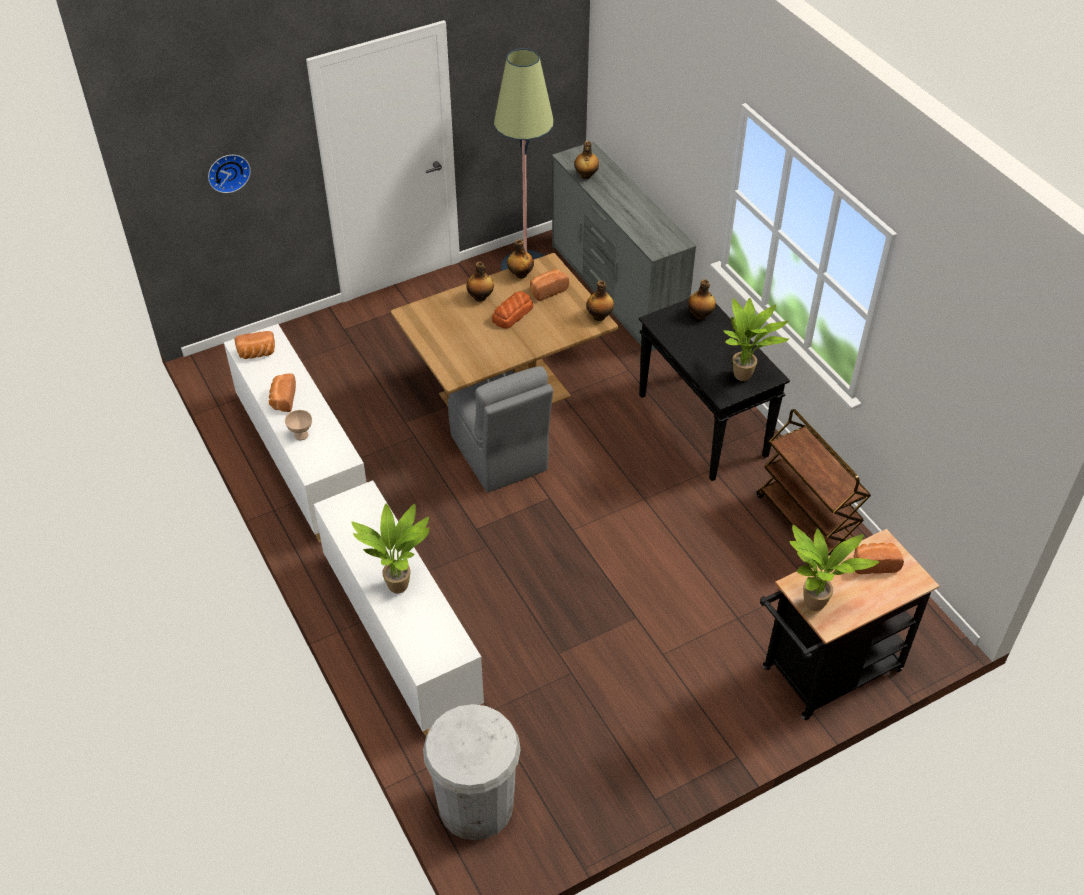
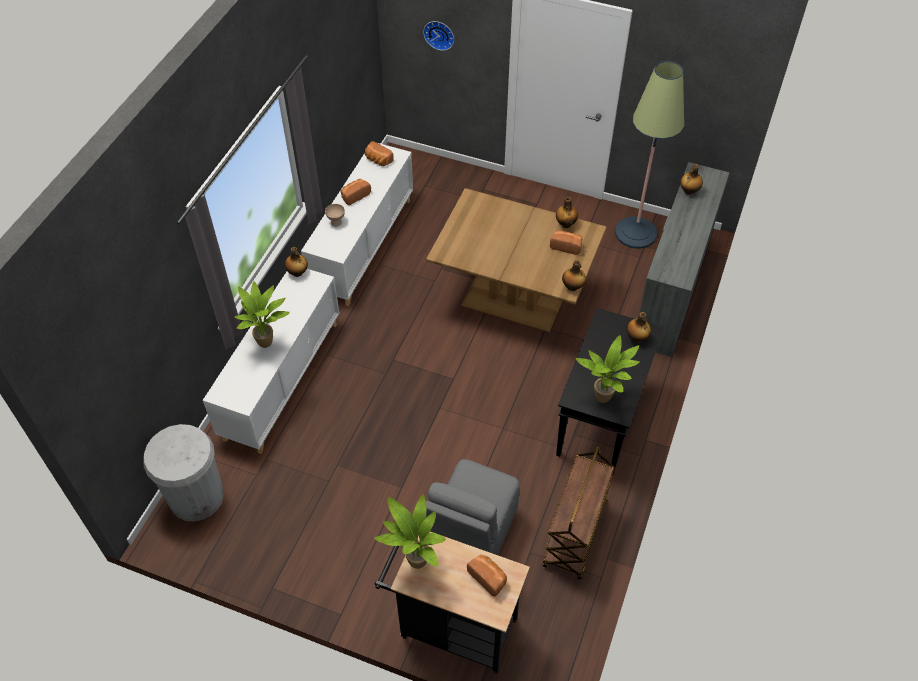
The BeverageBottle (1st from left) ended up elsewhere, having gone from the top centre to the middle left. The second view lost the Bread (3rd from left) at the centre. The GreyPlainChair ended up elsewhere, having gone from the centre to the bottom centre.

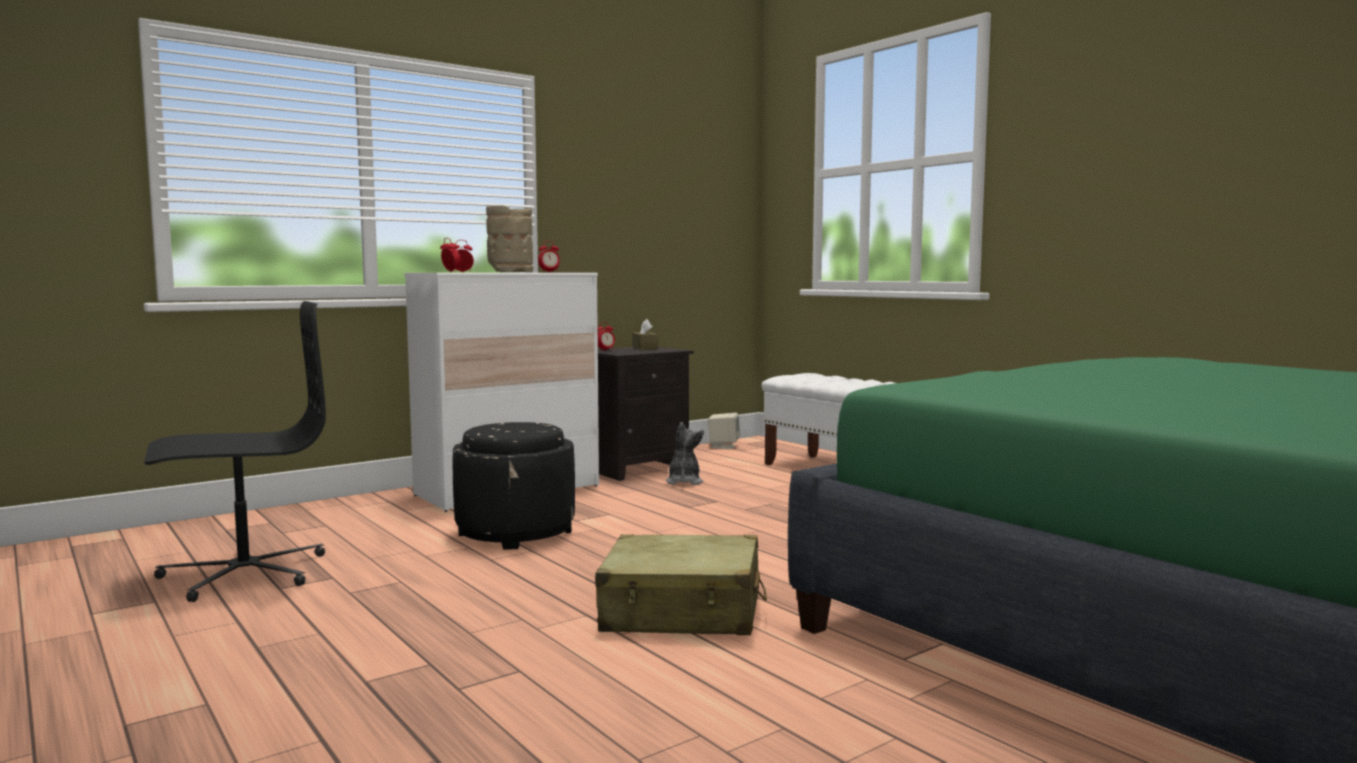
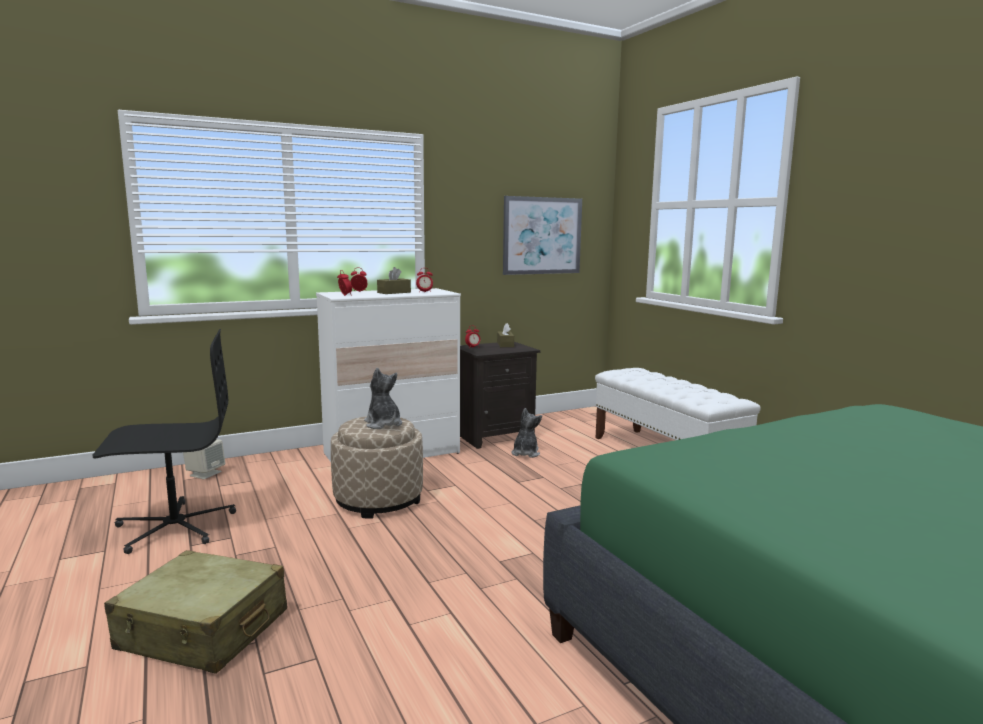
Where the BeigeFlowerVase stood at the top centre, the BrownishTissueHolder (1st from left) came to stand at the centre. The BeigeAudioSpeaker ended up elsewhere, having gone from the centre to the middle left. What was the BlackColouredOttoman at the centre turned into the BeigeOttoman at the centre. The BeigeTravelCase ended up elsewhere, having gone from the bottom centre to the bottom left. The second view gained the WallPicture at the top centre. The second view gained the CuddlyToy (1st from left) at the centre.

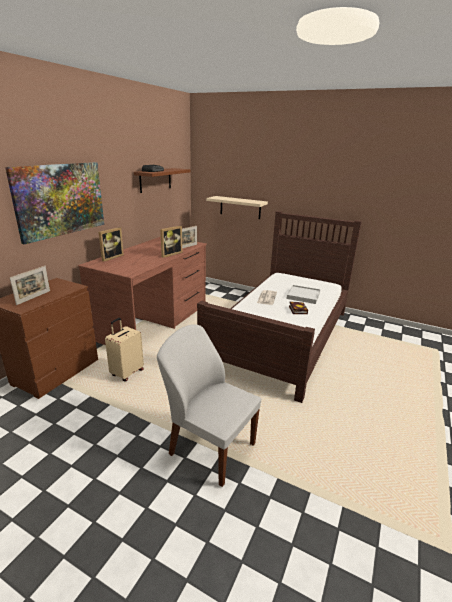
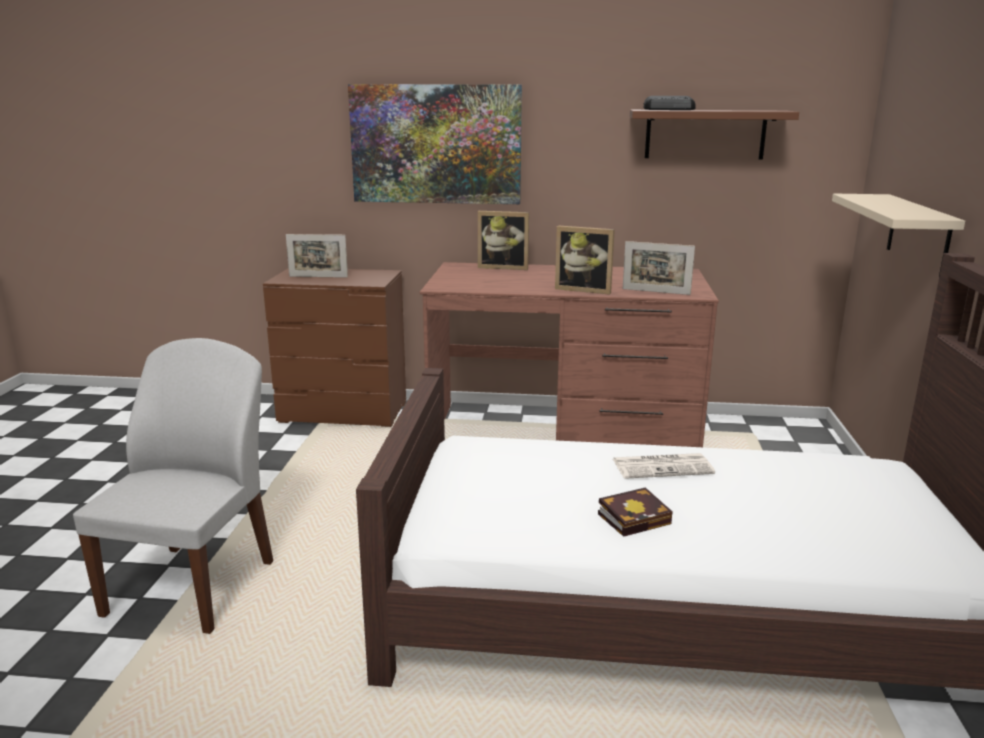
The second view lost the WhitishTray at the middle right. The second view lost the BeigeTravelCase at the middle left.

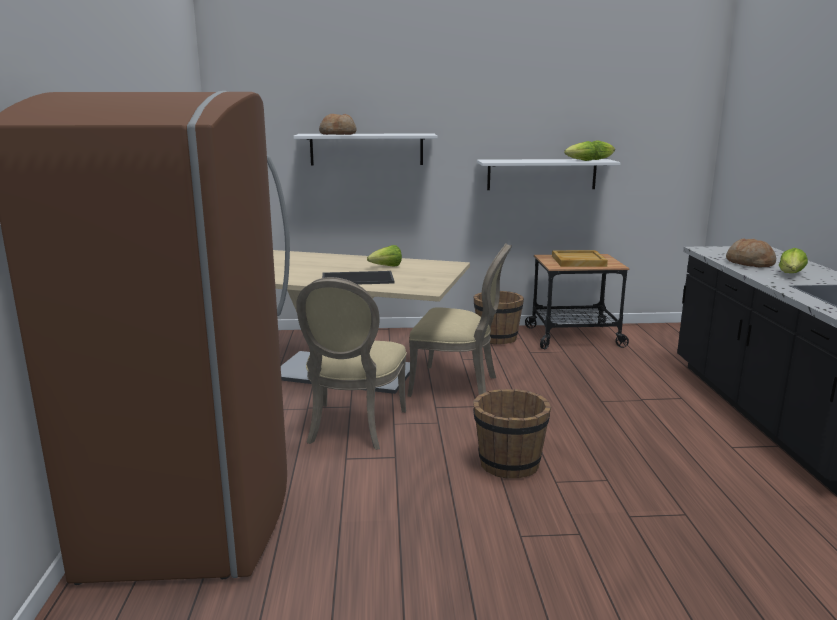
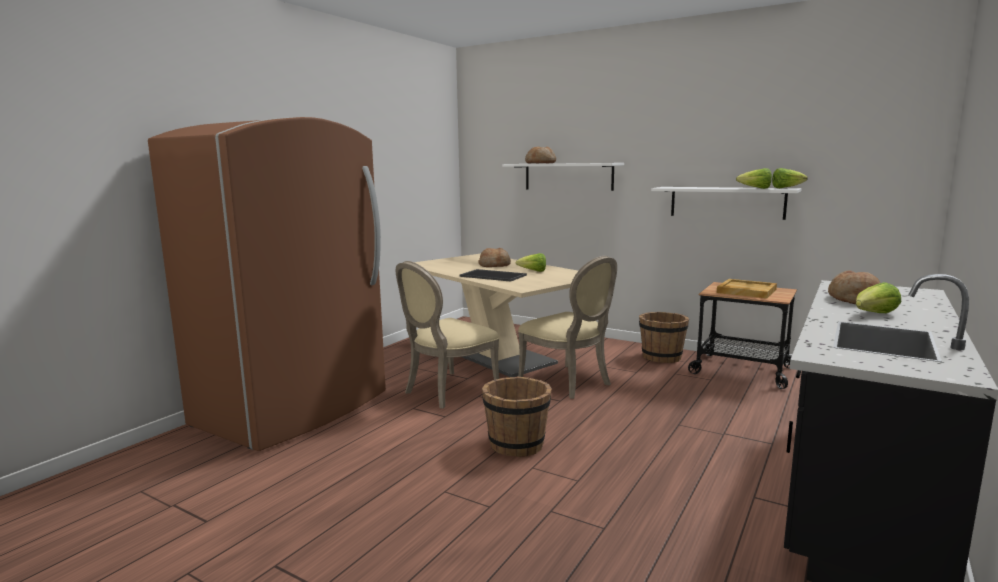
The second view gained the Bread (1st from left) at the centre.

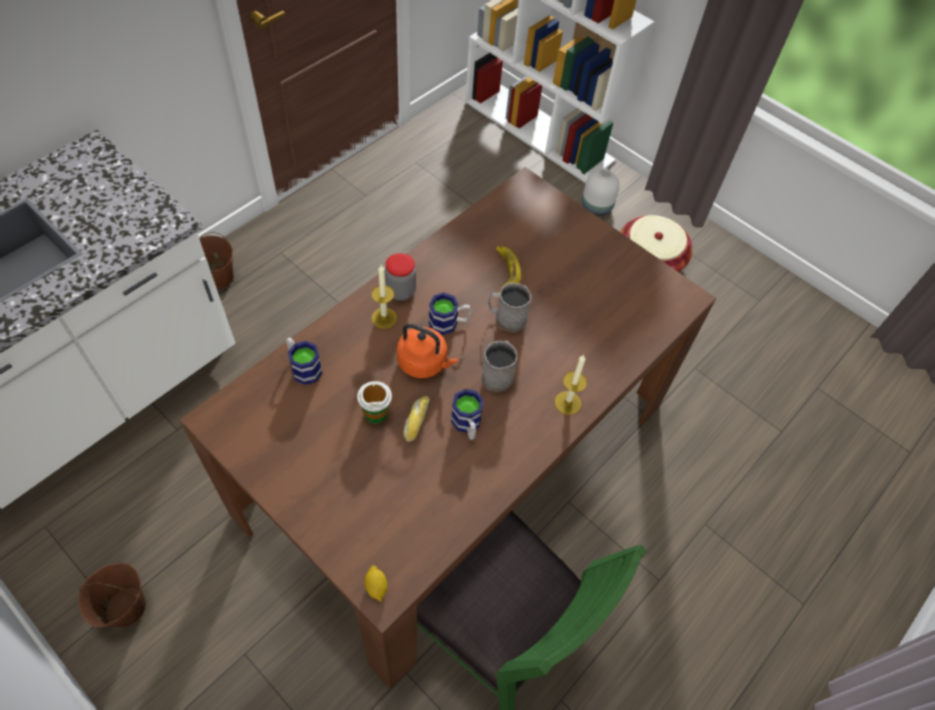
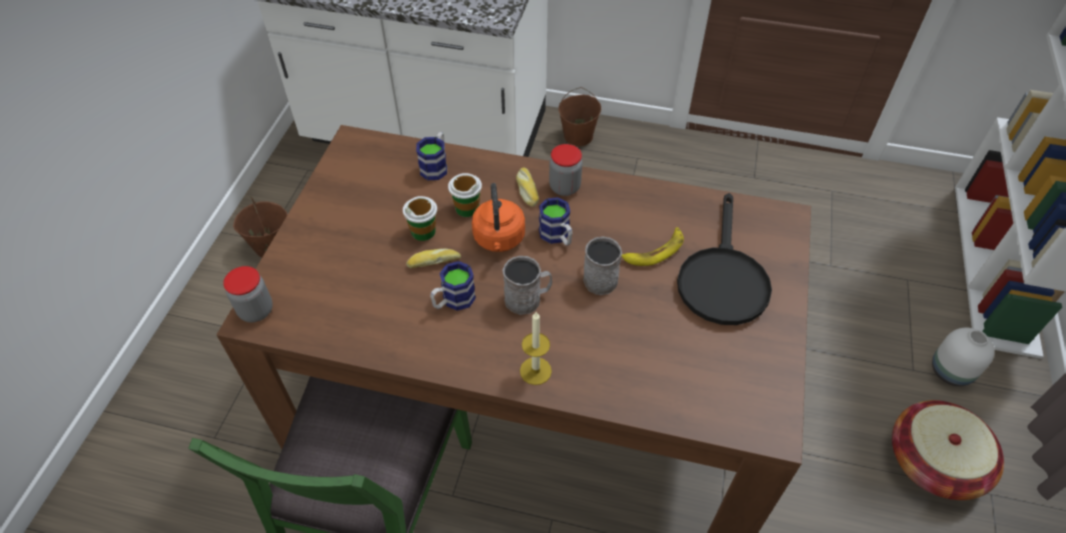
Where the WaxLight (1st from left) stood at the centre, the Bread (2nd from left) came to stand at the centre. Where the WholeLemon stood at the bottom centre, the StorageJar (1st from left) came to stand at the middle left. The second view gained the Cup (2nd from left) at the centre. The second view gained the BlackColouredPan at the middle right.

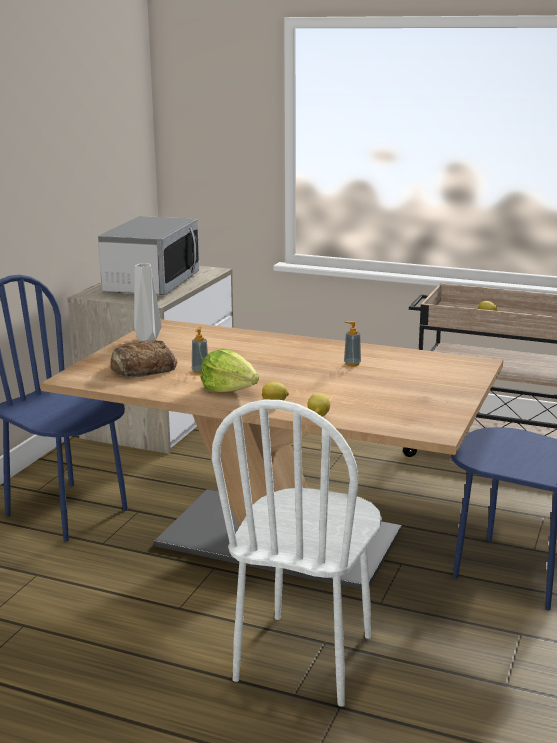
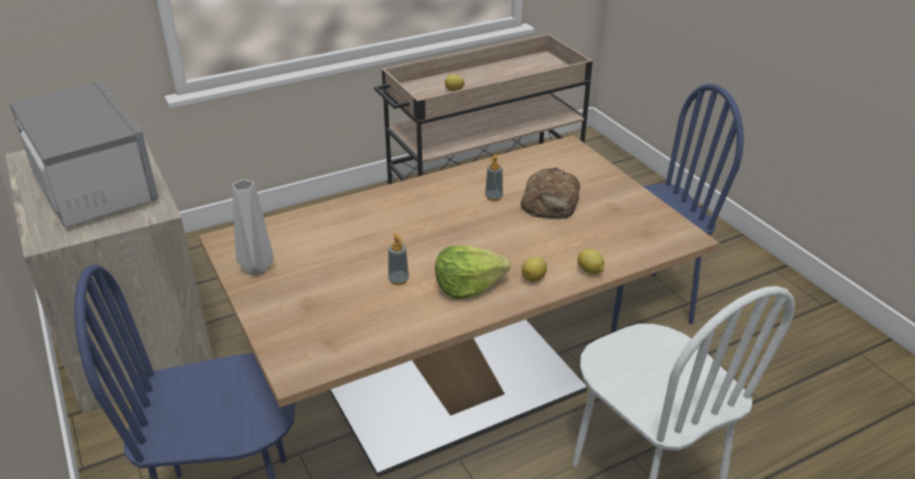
The Bread ended up elsewhere, having gone from the middle left to the centre.

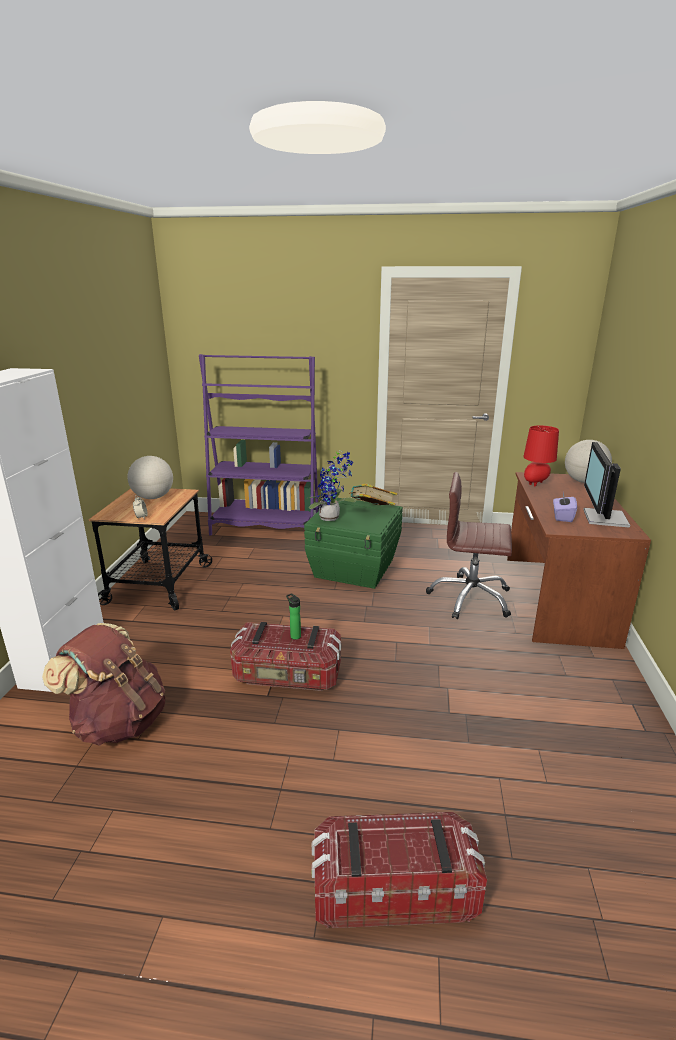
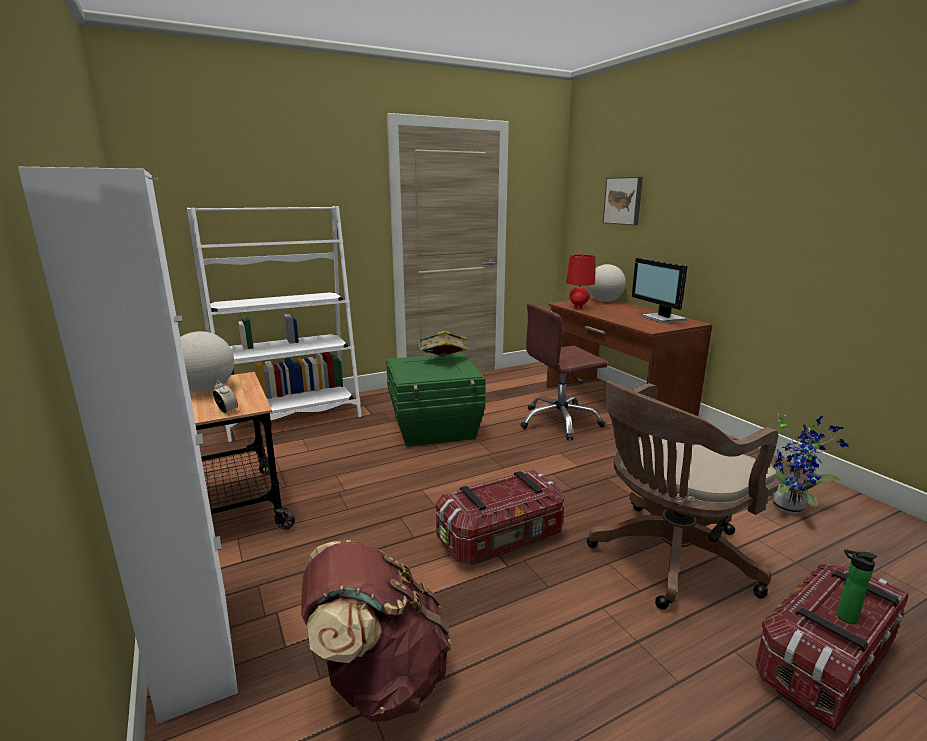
What was the PurplishShelvingUnit at the centre turned into the WhitishShelvingUnit at the middle left. The PottedPlant ended up elsewhere, having gone from the centre to the middle right. The second view lost the PurplishTissueHolder at the middle right. The BeverageBottle ended up elsewhere, having gone from the centre to the bottom right. The second view gained the WallPicture at the top right. The second view gained the BrownishDeskChair (2nd from left) at the bottom right.

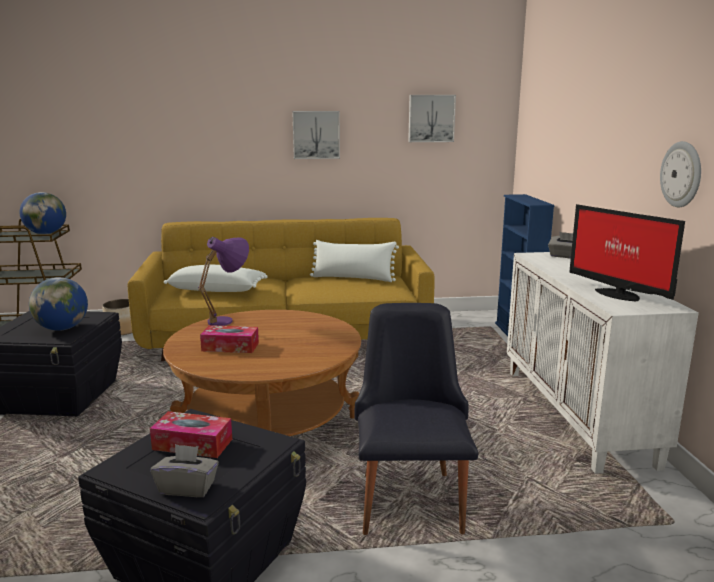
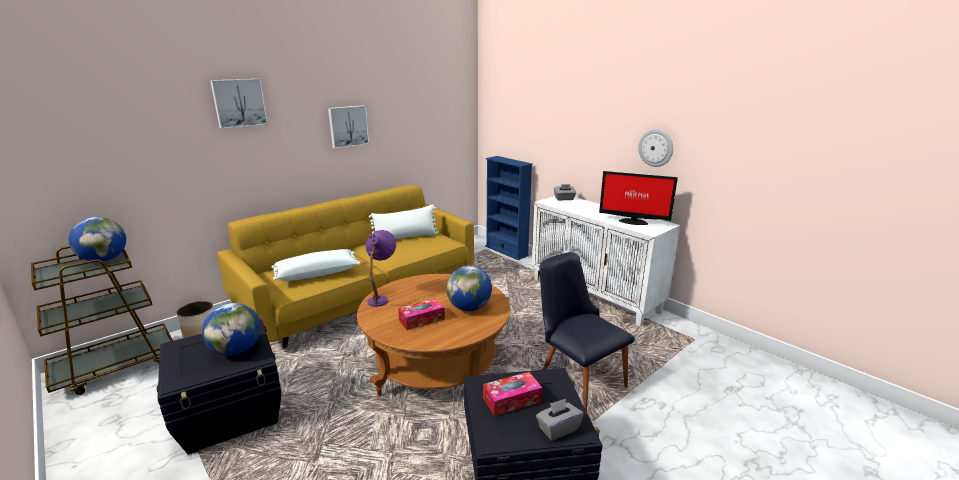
The WallPicture (2nd from left in the first image) ended up elsewhere, having gone from the top centre to the top left. The second view gained the Globe (3rd from left) at the centre.

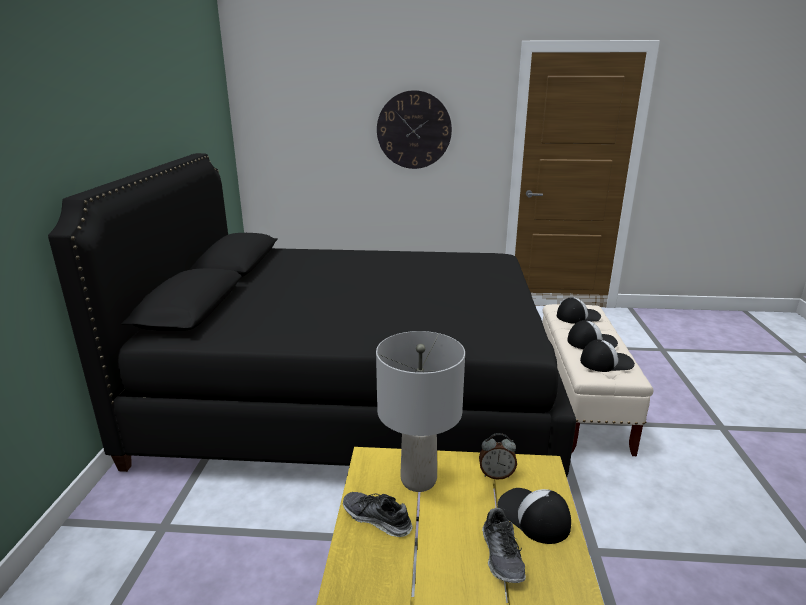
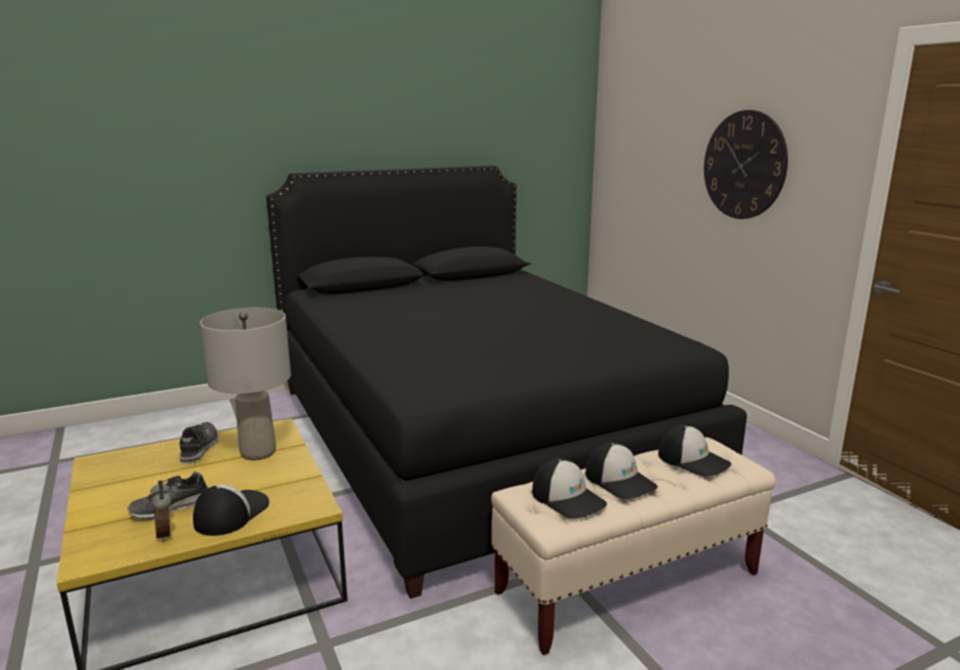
The TableClock ended up elsewhere, having gone from the bottom centre to the bottom left.

